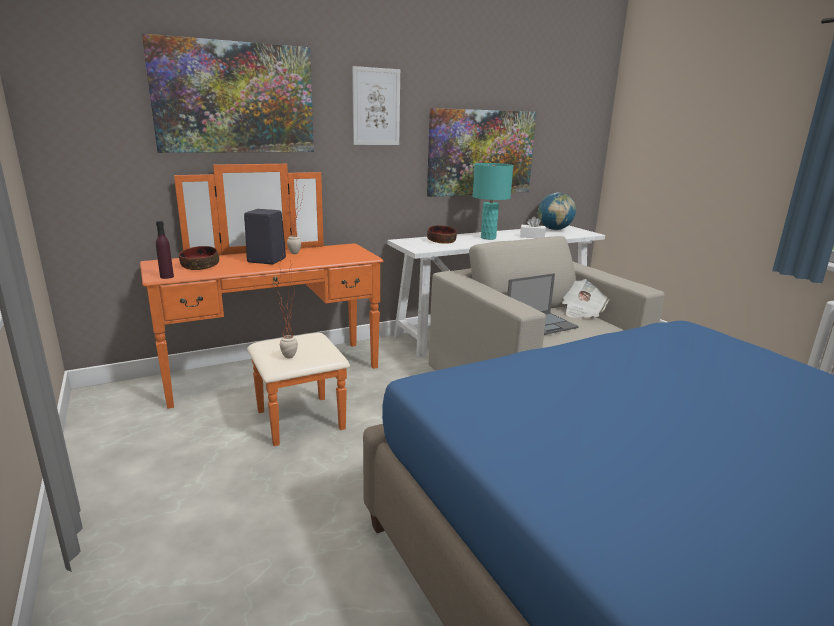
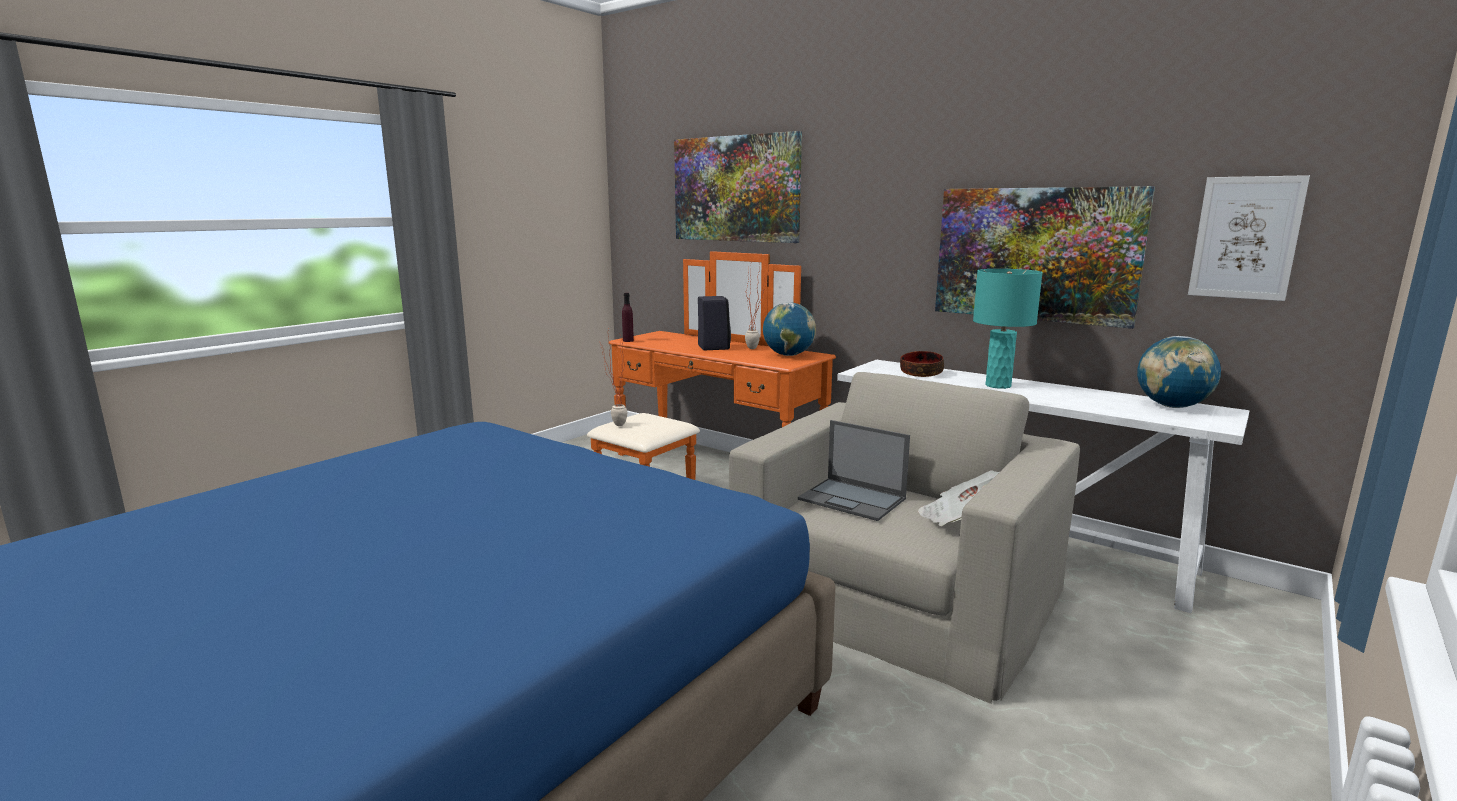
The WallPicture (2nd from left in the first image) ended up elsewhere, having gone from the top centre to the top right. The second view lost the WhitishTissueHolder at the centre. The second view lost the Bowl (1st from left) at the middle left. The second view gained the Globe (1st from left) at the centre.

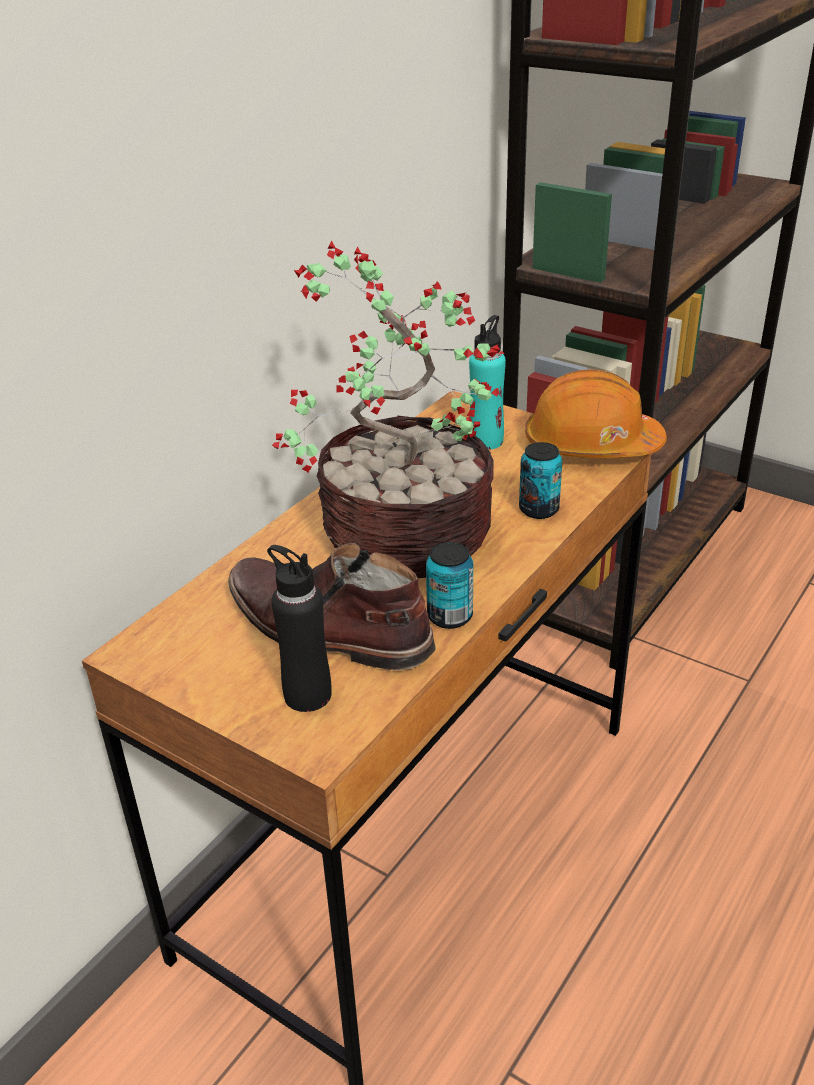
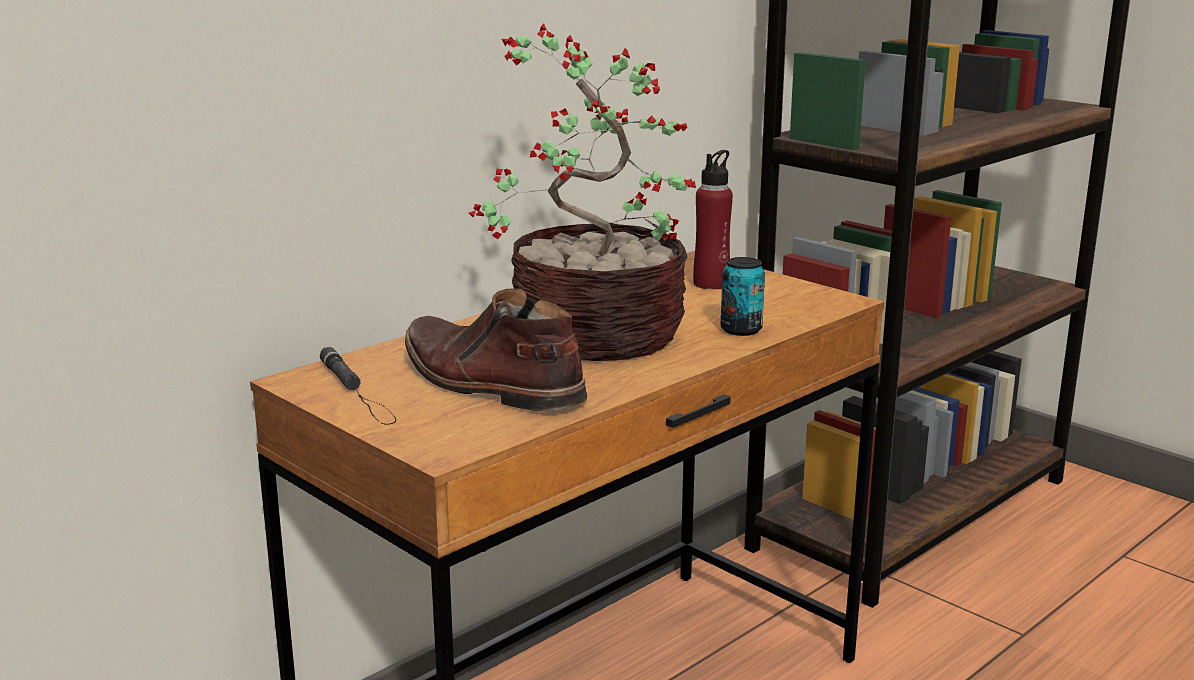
What was the TurquoiseBeverageBottle at the centre turned into the RedColouredBeverageBottle at the top centre. The second view lost the OrangeColouredHardHat at the middle right. The second view lost the SealedCan (1st from left) at the centre. The second view lost the BlackColouredBeverageBottle at the centre. The second view gained the BlackColouredHandTorch at the middle left.

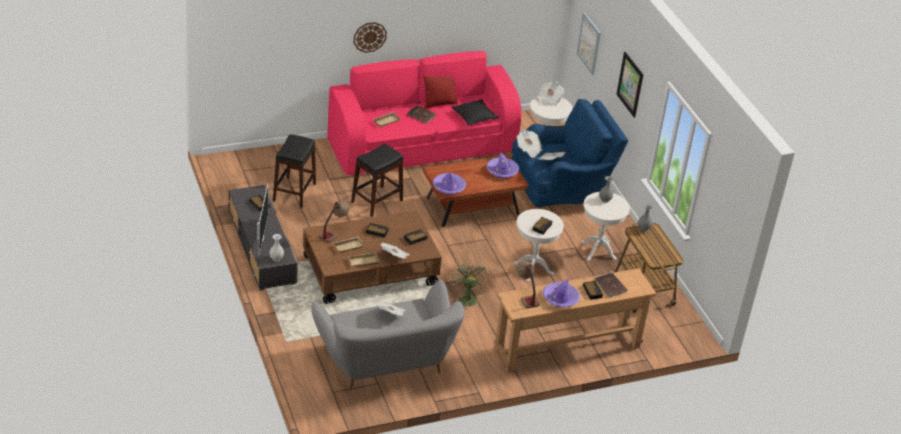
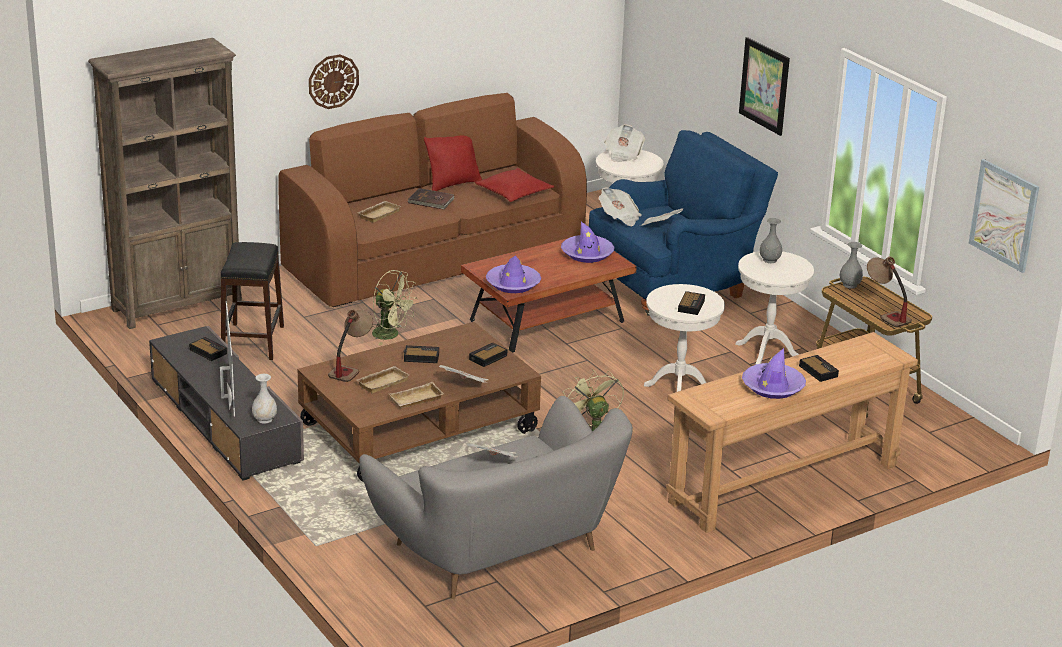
The WallPicture (1st from left in the first image) ended up elsewhere, having gone from the top centre to the middle right. What was the PinkishSofa at the top centre turned into the BrownishSofa at the top centre. What was the BlackColouredThrowPillow at the top centre turned into the RedColouredThrowPillow (2nd from left) at the top centre. Where the BlackColouredSittingStool (2nd from left) stood at the centre, the GreenCoolingFan (1st from left) came to stand at the centre. The TableLamp (2nd from left) ended up elsewhere, having gone from the centre to the middle right. The second view lost the BrownishBook (2nd from left) at the middle right. The second view gained the BrownishShelvingUnit at the top left.

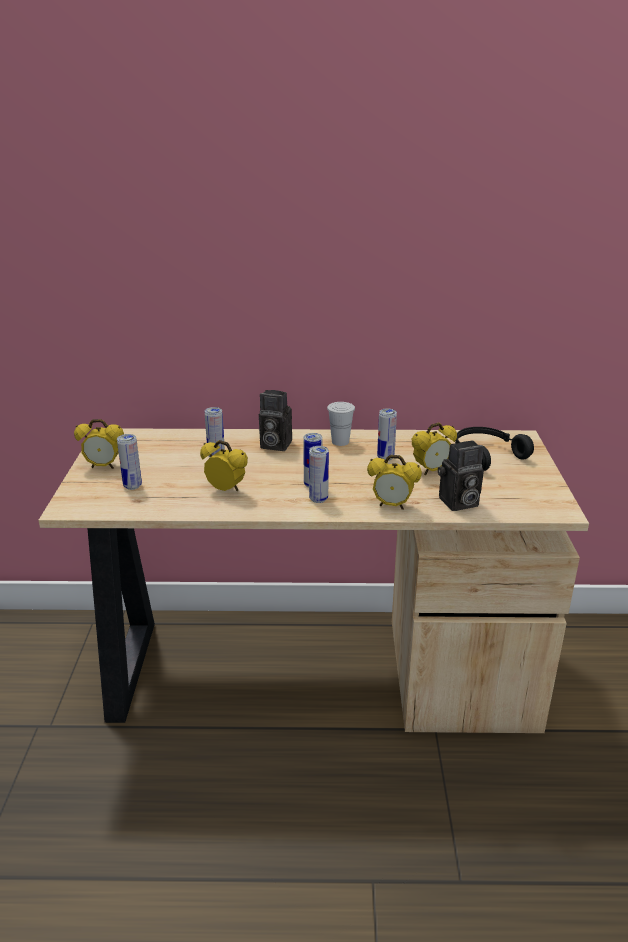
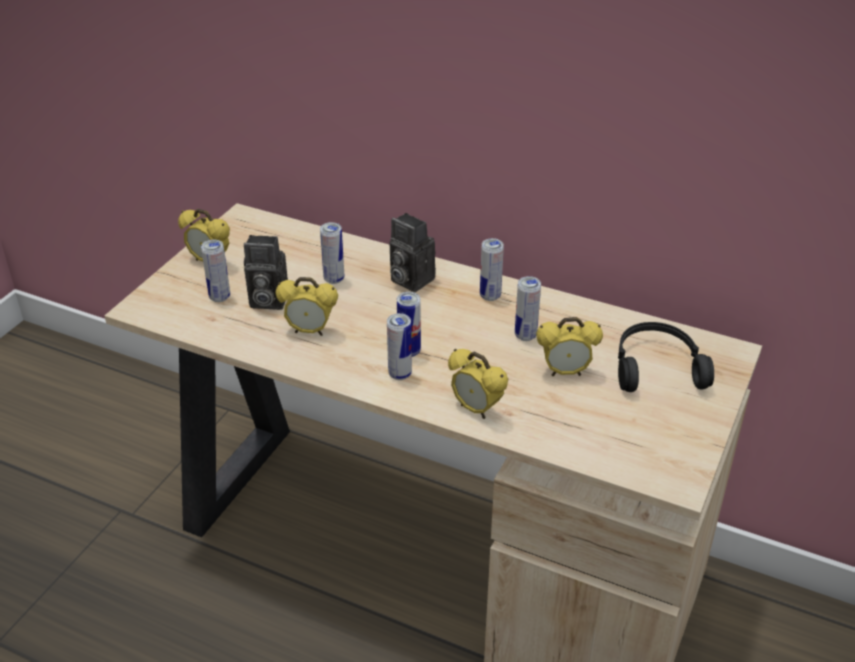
Where the WhitishCup stood at the centre, the SealedCan (5th from left) came to stand at the centre. The TableClock (2nd from left) at the centre ended up facing another way, 135 degrees clockwise from before. The PhotoCamera (2nd from left in the first image) ended up elsewhere, having gone from the middle right to the middle left.

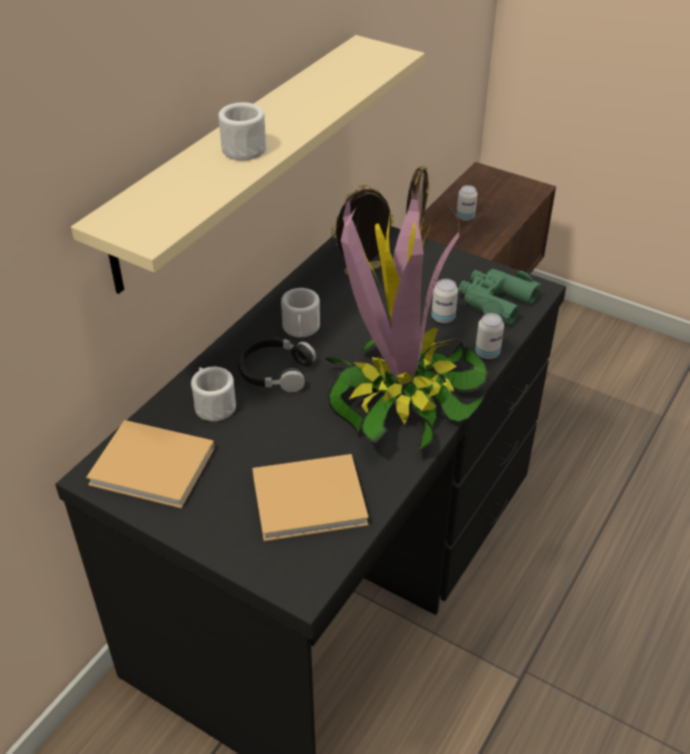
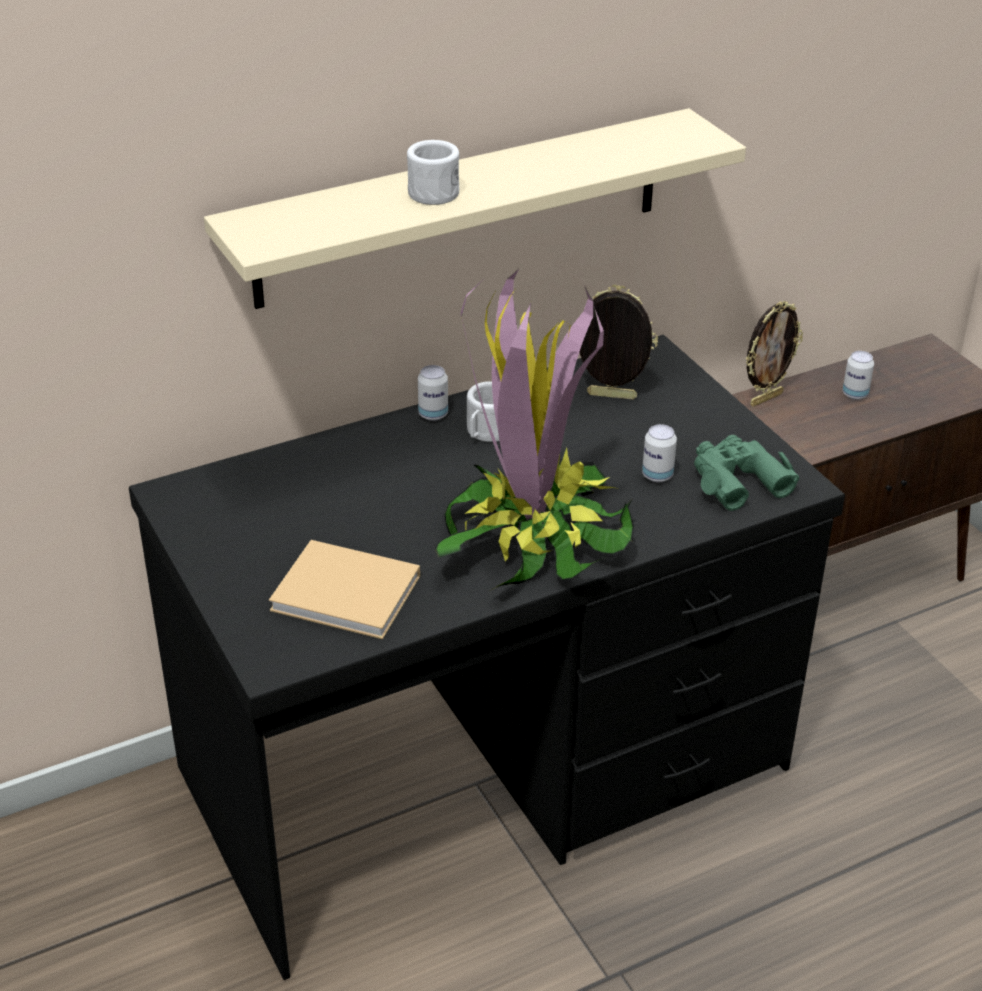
The SealedCan (3rd from left in the first image) ended up elsewhere, having gone from the middle right to the centre. The second view lost the BlackColouredHeadphones at the centre. The second view lost the WhitishTeaMug (1st from left) at the middle left. The second view lost the BeigeBook (1st from left) at the middle left.

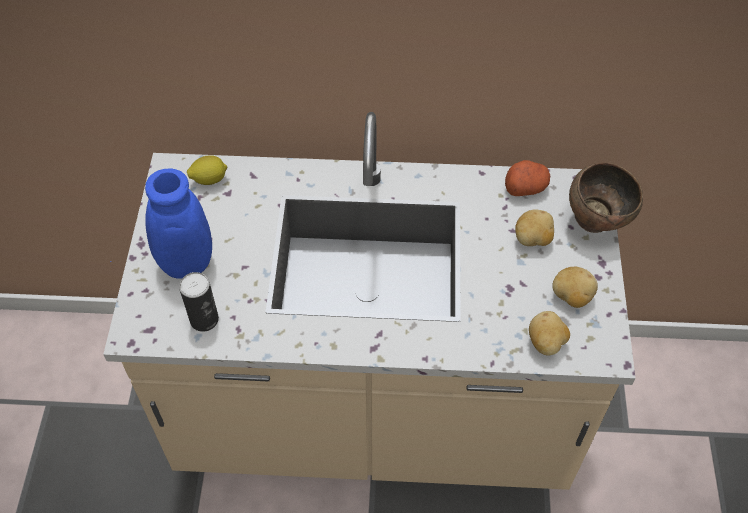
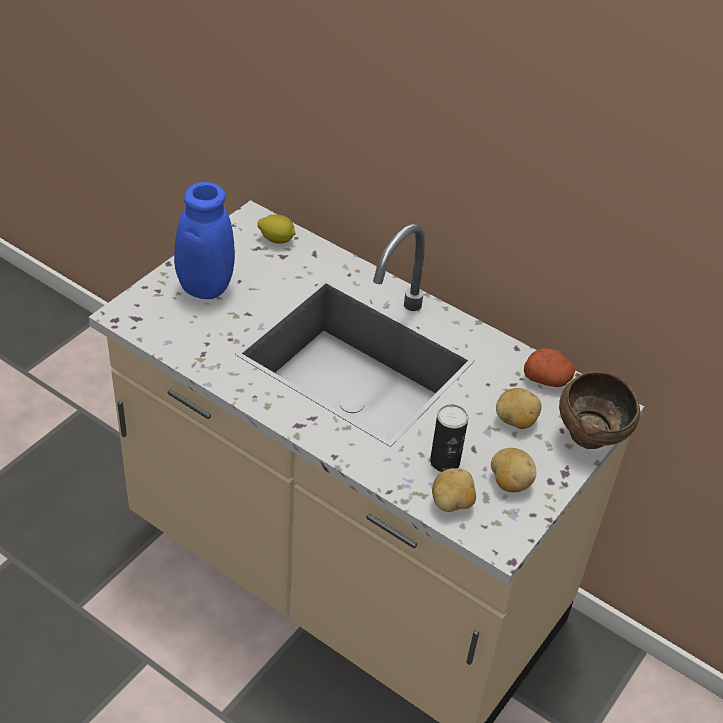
The SealedCan ended up elsewhere, having gone from the middle left to the centre.

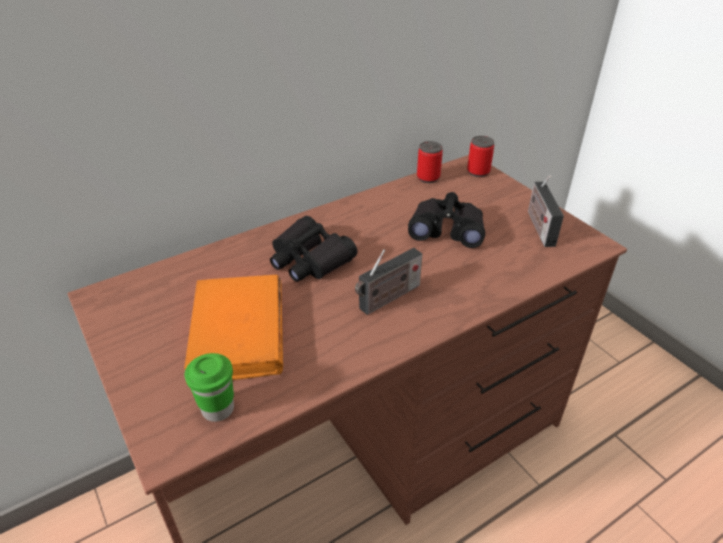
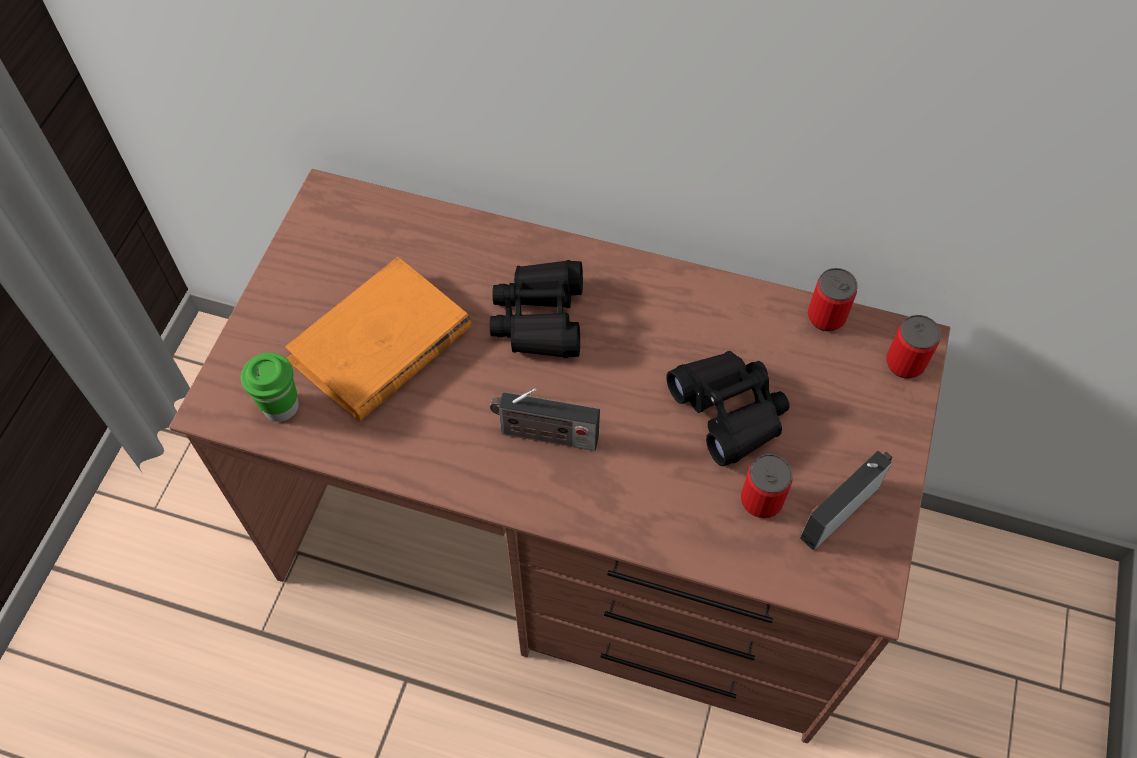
The second view gained the SealedCan (1st from left) at the middle right.

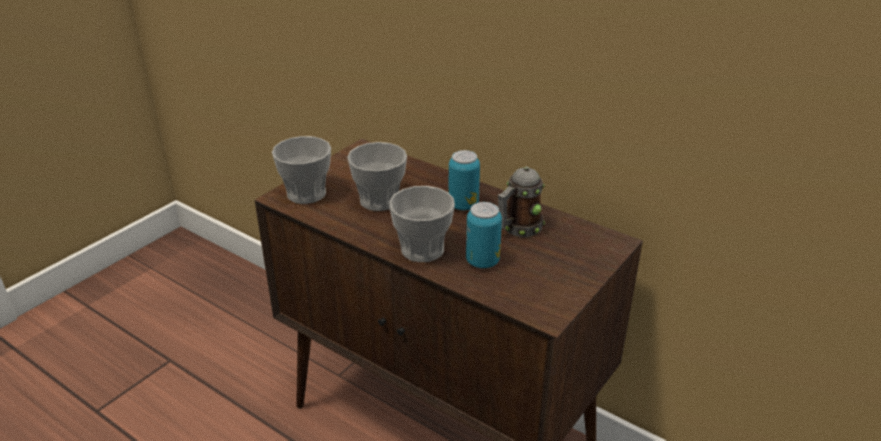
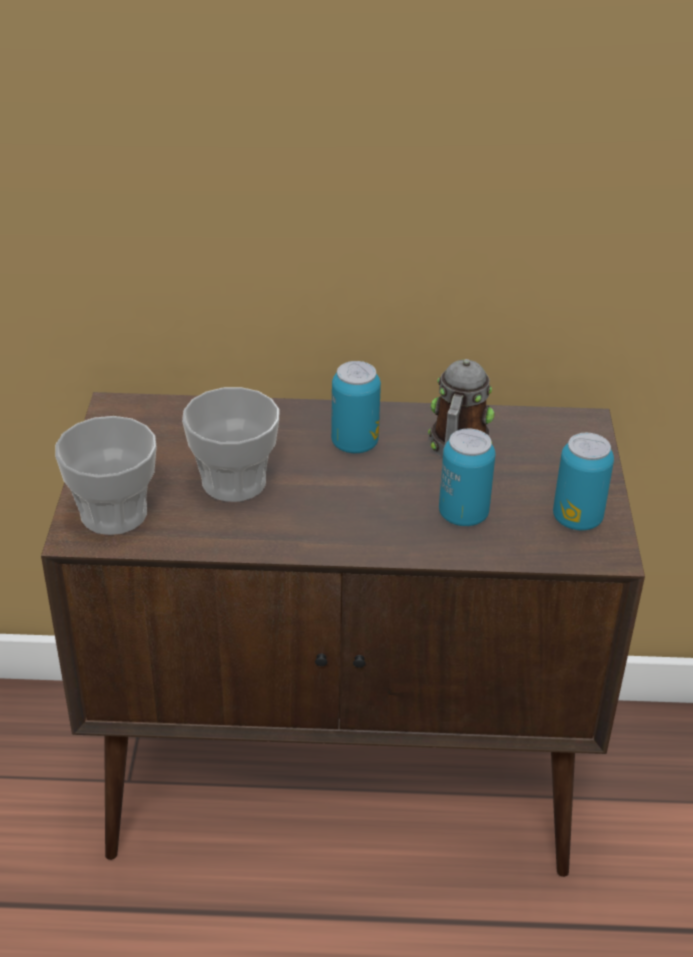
The second view lost the Cup (3rd from left) at the centre. The second view gained the SealedCan (3rd from left) at the middle right.

